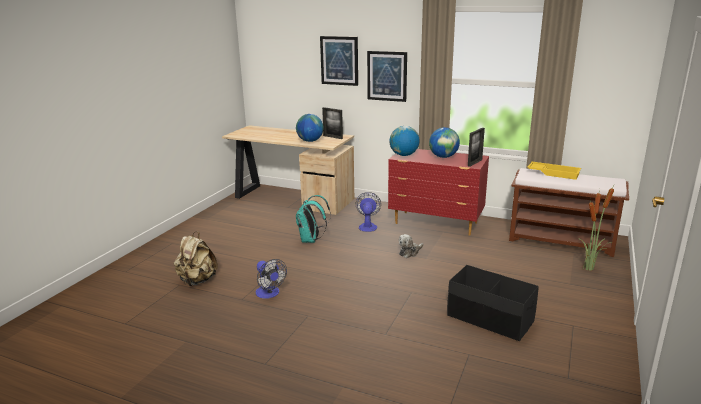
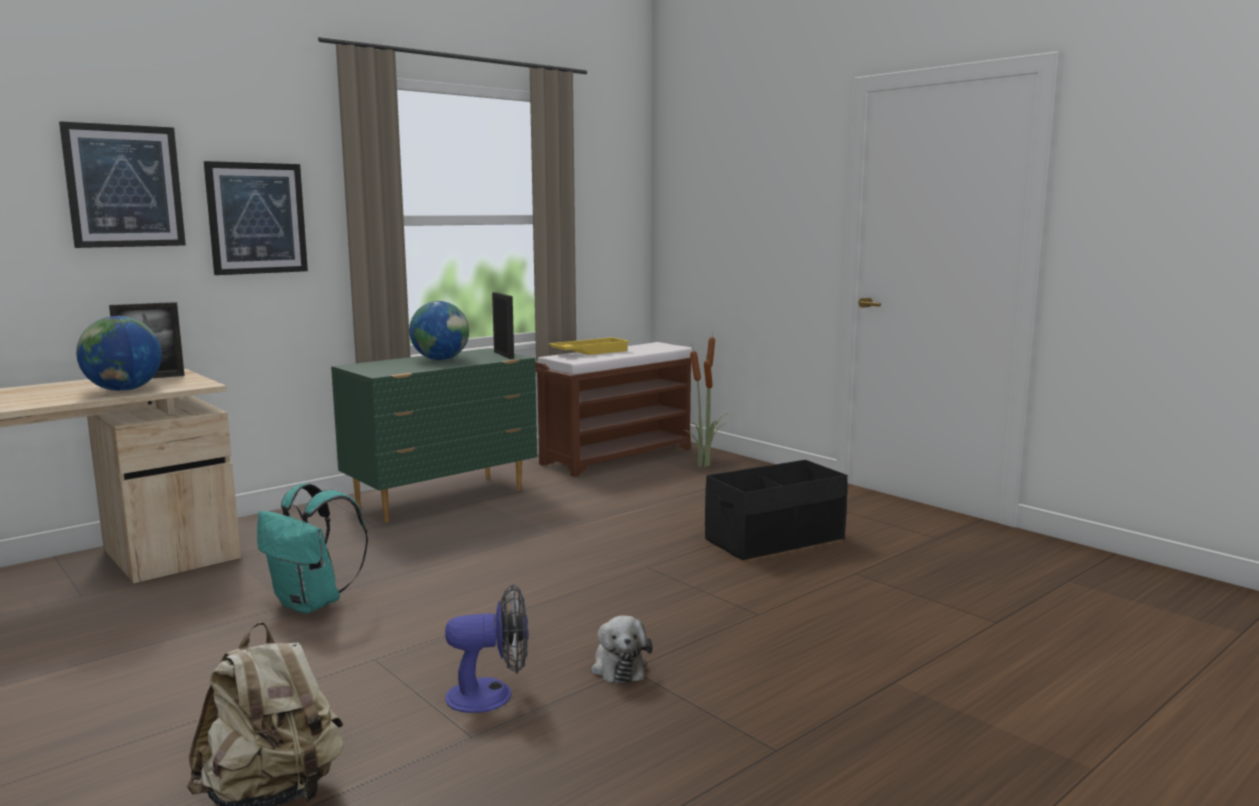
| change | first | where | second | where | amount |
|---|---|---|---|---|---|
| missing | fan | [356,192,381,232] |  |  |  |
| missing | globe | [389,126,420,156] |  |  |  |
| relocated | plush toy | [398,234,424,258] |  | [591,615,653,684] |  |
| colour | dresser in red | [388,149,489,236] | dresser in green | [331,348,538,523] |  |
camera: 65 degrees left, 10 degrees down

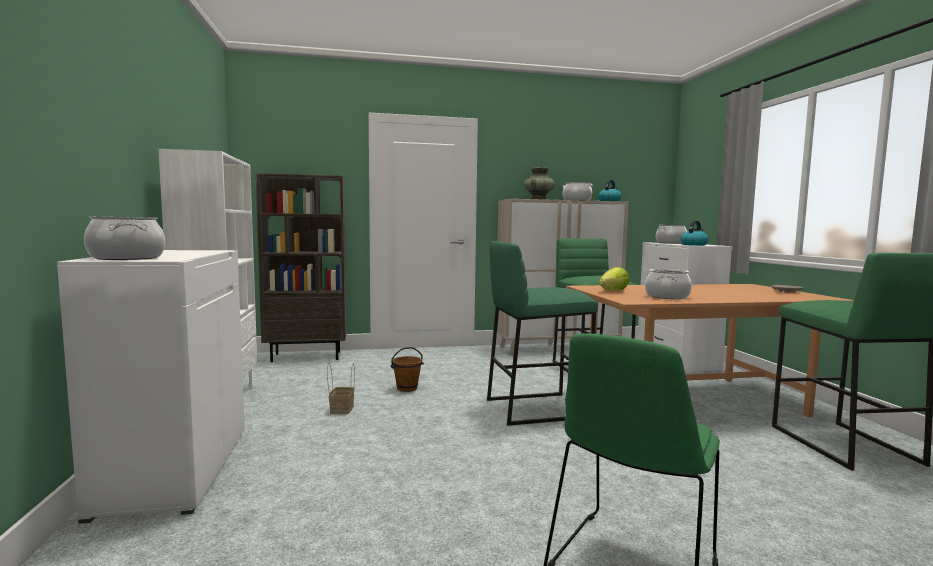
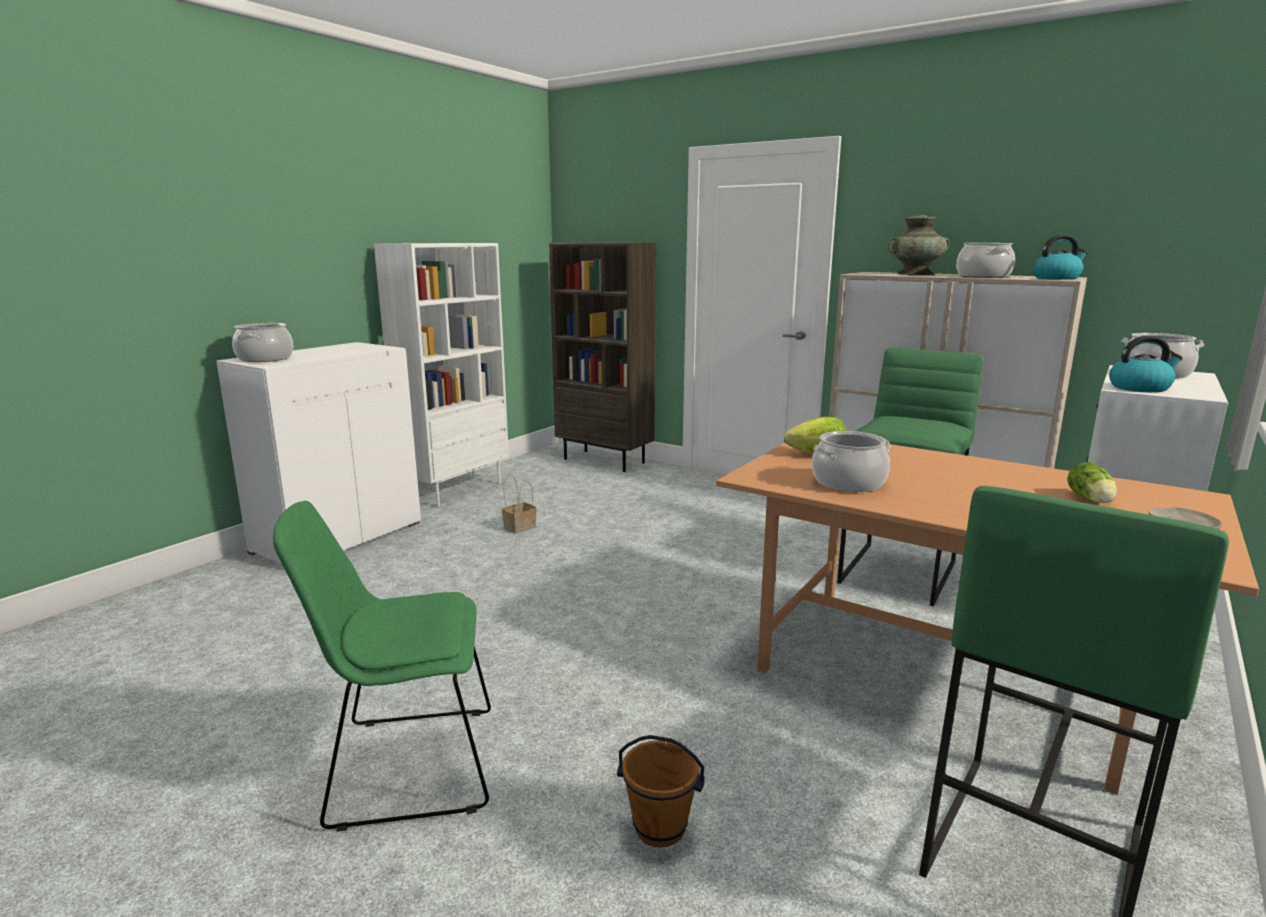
| change | first | where | second | where | amount |
|---|---|---|---|---|---|
| missing | stool in green | [487,241,598,426] |  |  |  |
| appeared |  |  | lettuce | [1067,462,1117,503] |  |
| relocated | bucket in brown | [390,347,424,392] |  | [617,735,705,847] |  |
camera: 45 degrees right, 10 degrees up

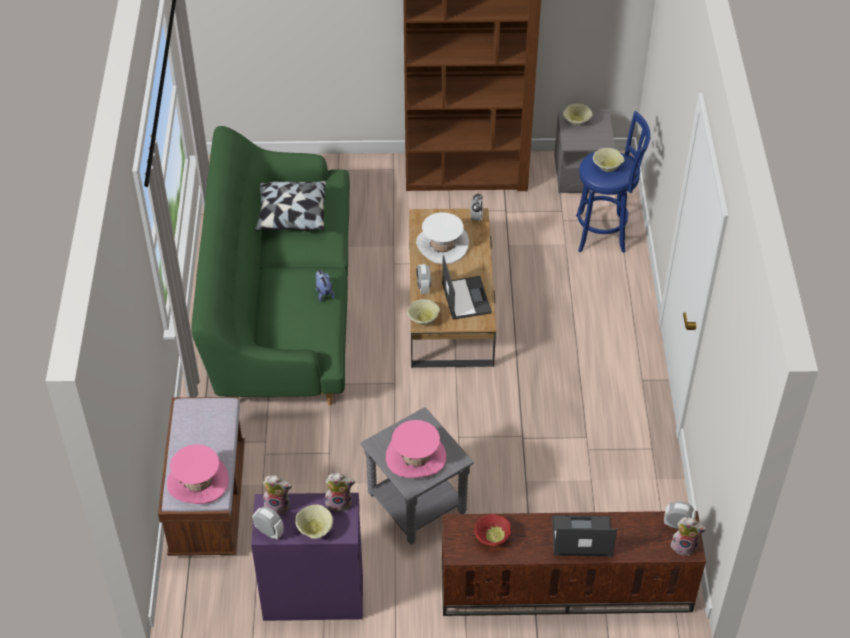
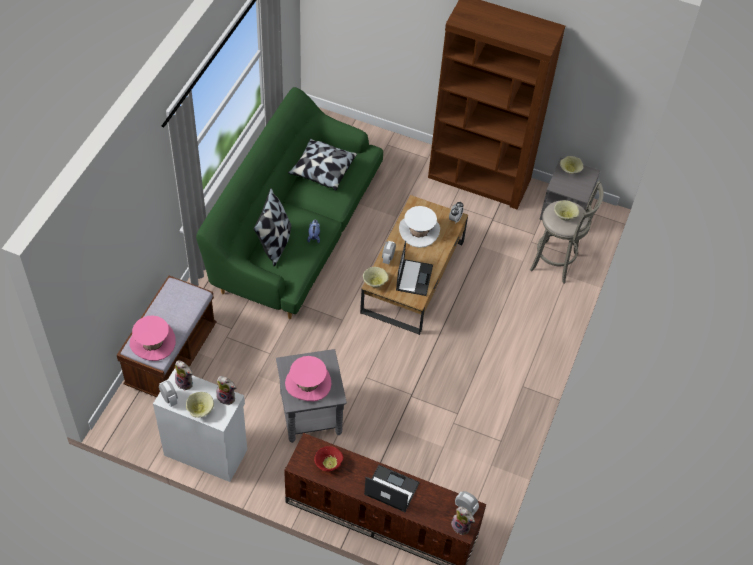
| change | first | where | second | where | amount |
|---|---|---|---|---|---|
| appeared |  |  | pillow | [254,188,291,266] |  |
| colour | cabinet in purple | [251,493,363,621] | cabinet in white | [153,368,247,482] |  |
| colour | stool in blue | [576,111,651,253] | stool in grey | [530,181,604,284] |  |
camera: 20 degrees right, 5 degrees up

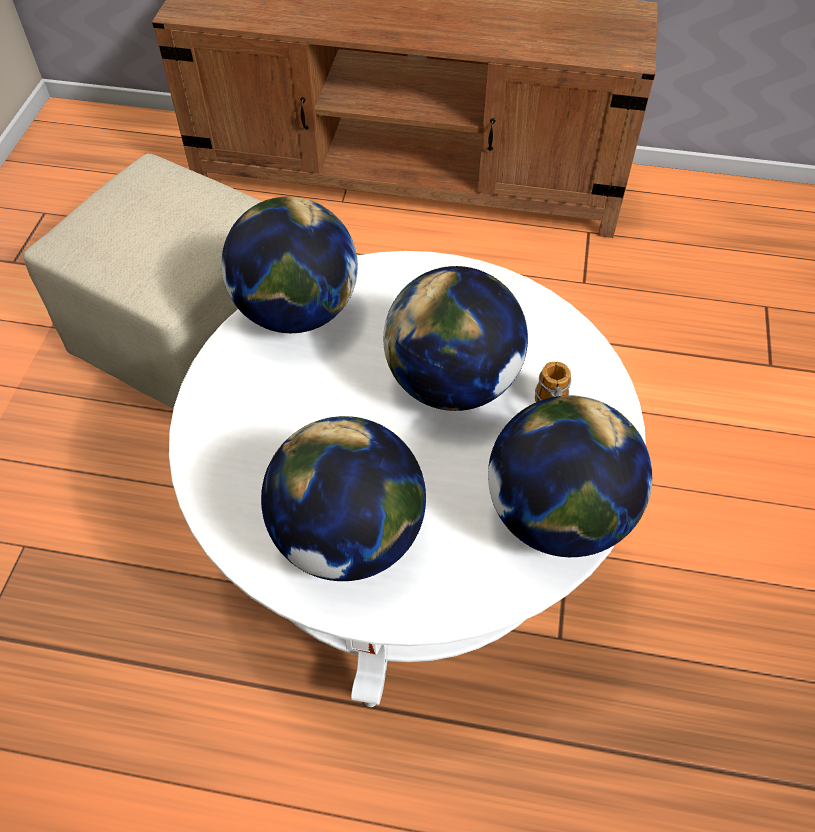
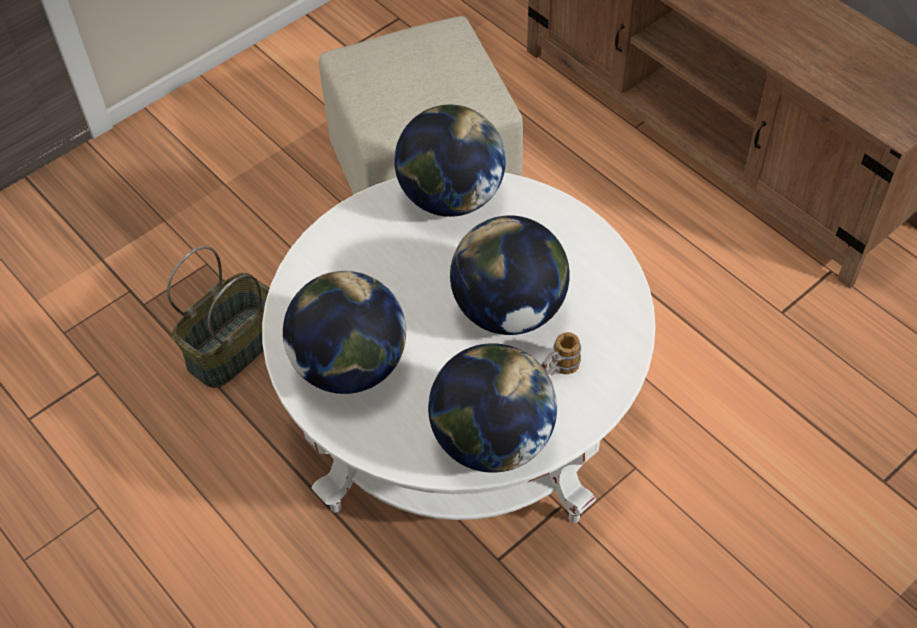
| change | first | where | second | where | amount |
|---|---|---|---|---|---|
| appeared |  |  | basket | [167,246,270,388] |  |
camera: 40 degrees right, 0 degrees up

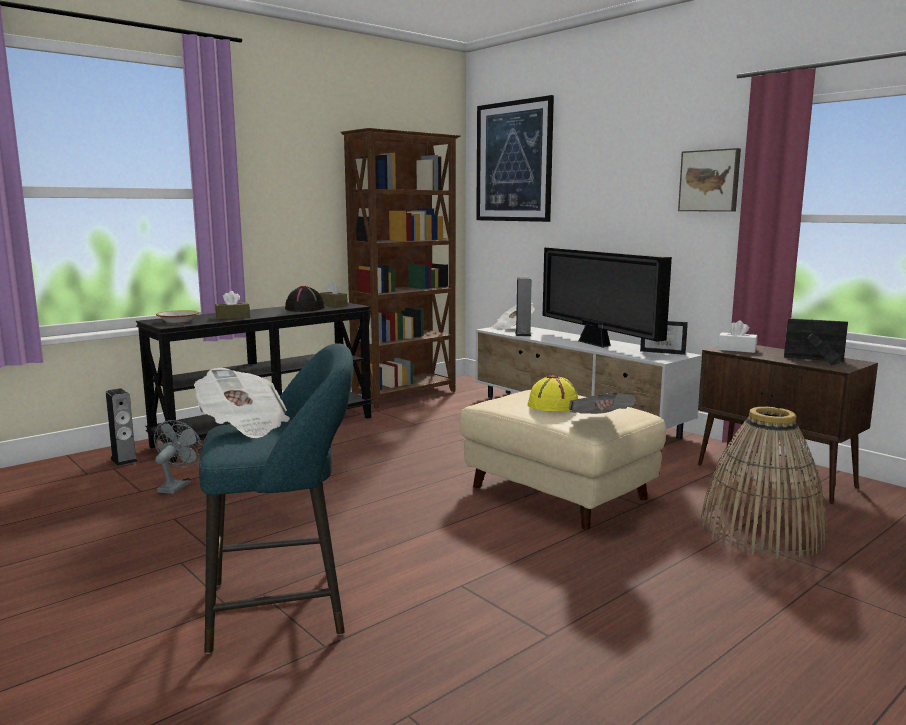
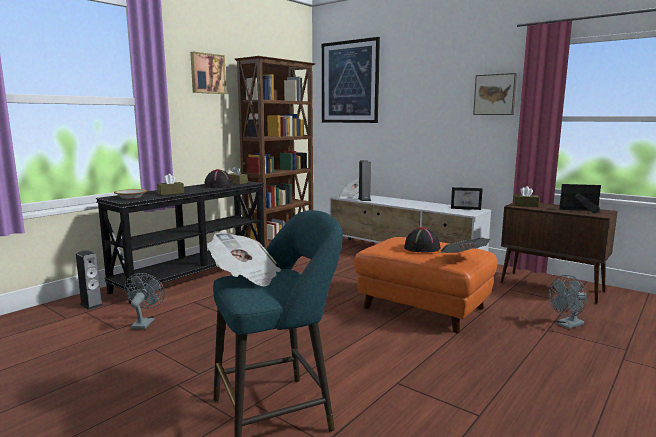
| change | first | where | second | where | amount |
|---|---|---|---|---|---|
| missing | television | [543,247,672,348] |  |  |  |
| appeared |  |  | picture | [190,52,226,94] |  |
| exchanged | basket | [700,407,827,559] | fan in grey | [549,275,587,329] |  |
| colour | ottoman in beige | [460,390,666,530] | ottoman in orange | [354,237,497,333] |  |
| colour | hat in yellow | [528,375,578,412] | hat in black | [404,227,440,253] |  |
| colour | tissue box in white | [718,320,757,353] | tissue box in brown | [513,186,539,207] |  |
camera: 10 degrees left, 0 degrees up

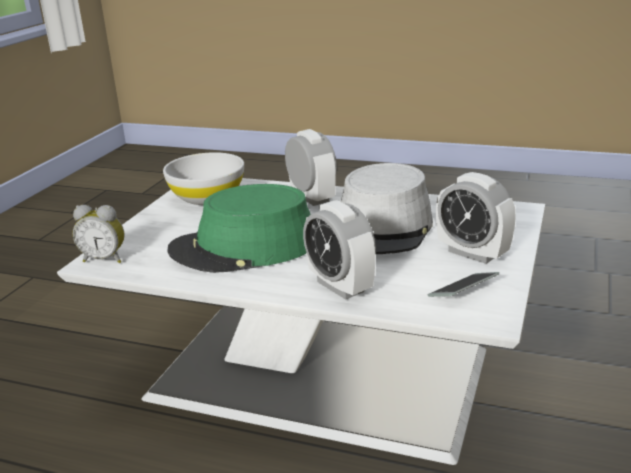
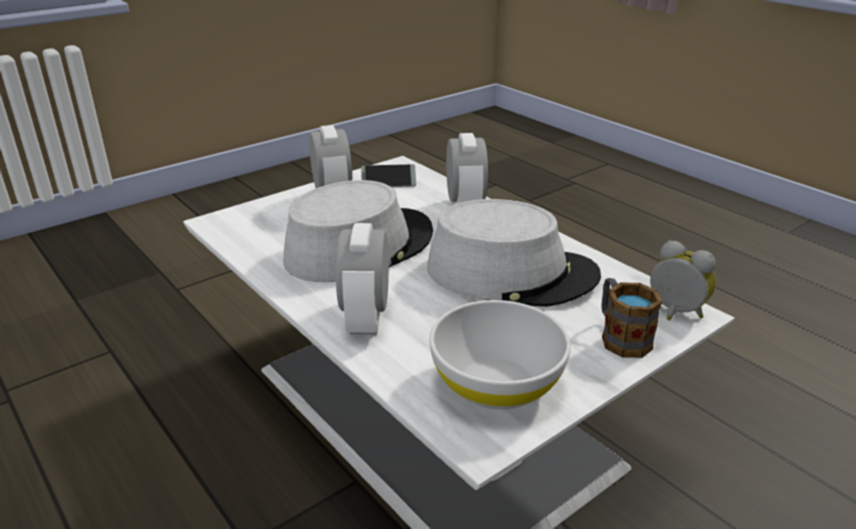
| change | first | where | second | where | amount |
|---|---|---|---|---|---|
| appeared |  |  | mug | [601,278,662,358] |  |
| colour | hat in green | [167,184,311,273] | hat in grey | [427,199,601,307] |  |
camera: 150 degrees left, 5 degrees up

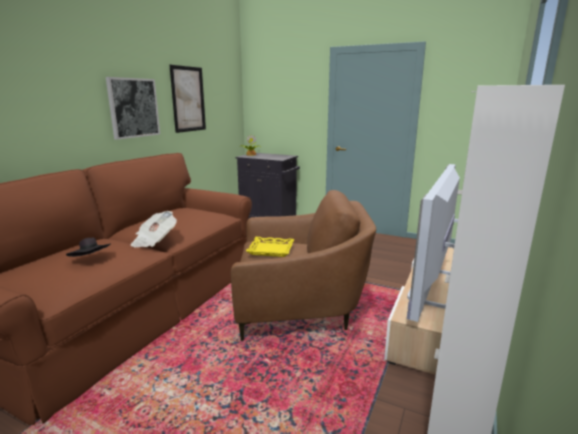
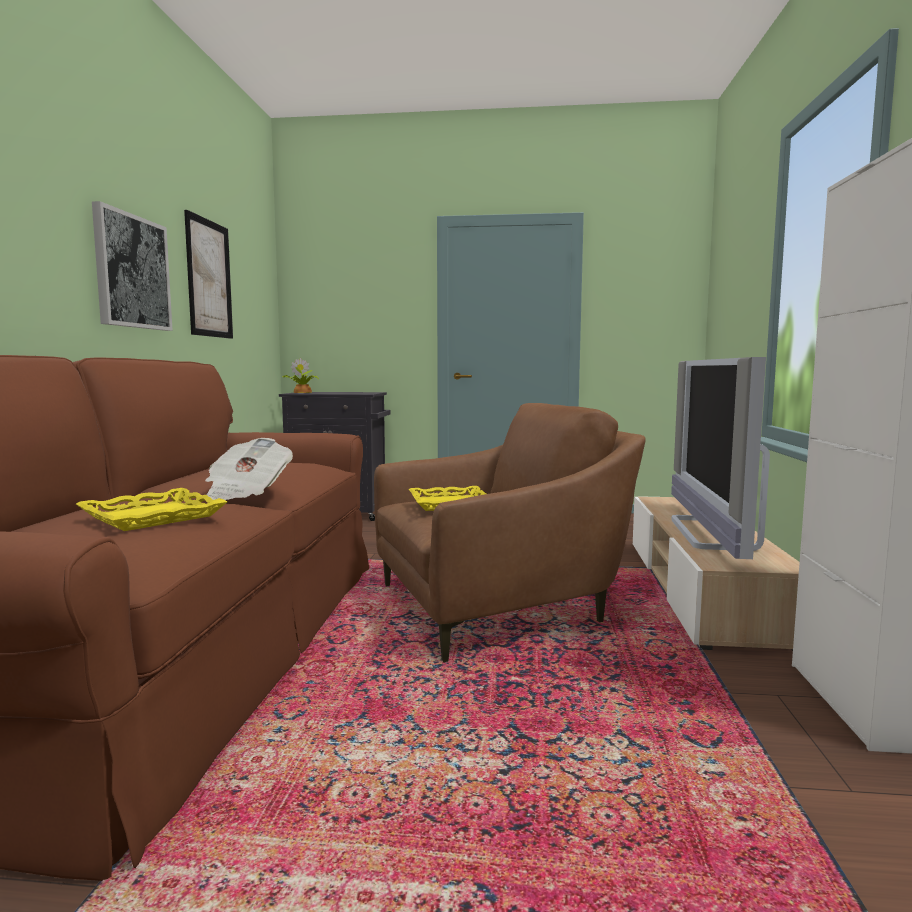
| change | first | where | second | where | amount |
|---|---|---|---|---|---|
| exchanged | hat in black | [66,238,110,257] | tray in yellow | [76,488,228,531] |  |
camera: 20 degrees left, 10 degrees down

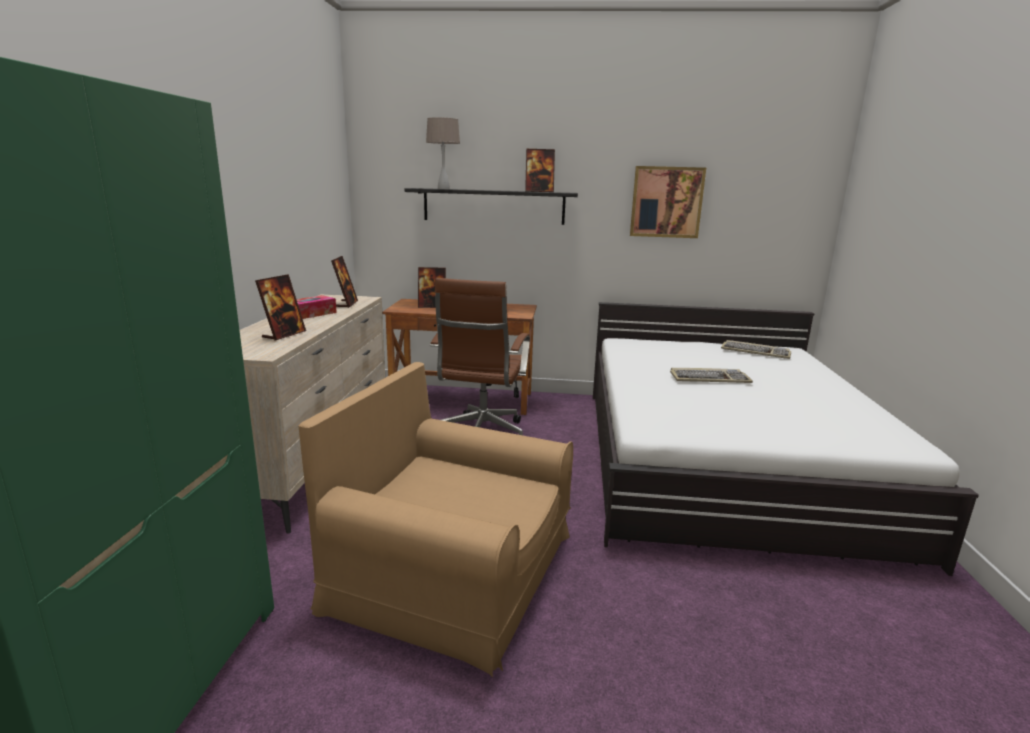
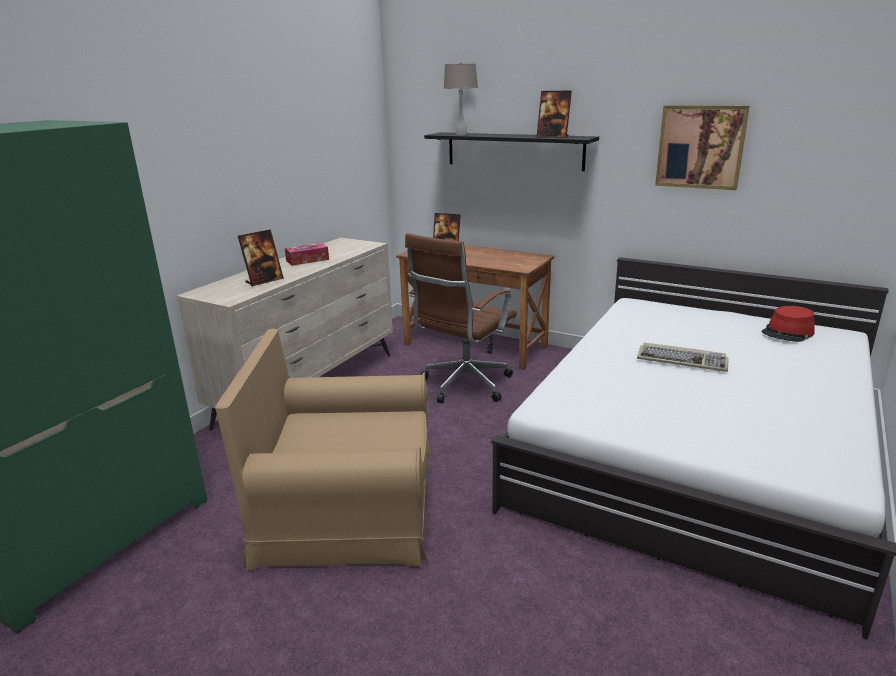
| change | first | where | second | where | amount |
|---|---|---|---|---|---|
| missing | picture frame | [331,256,358,308] |  |  |  |
| exchanged | keyboard | [721,340,791,359] | hat in red | [762,306,815,342] |  |
| spun | armchair in brown | [299,362,573,678] |  | [215,329,431,571] | 45 degrees counterclockwise |
camera: 25 degrees right, 5 degrees up

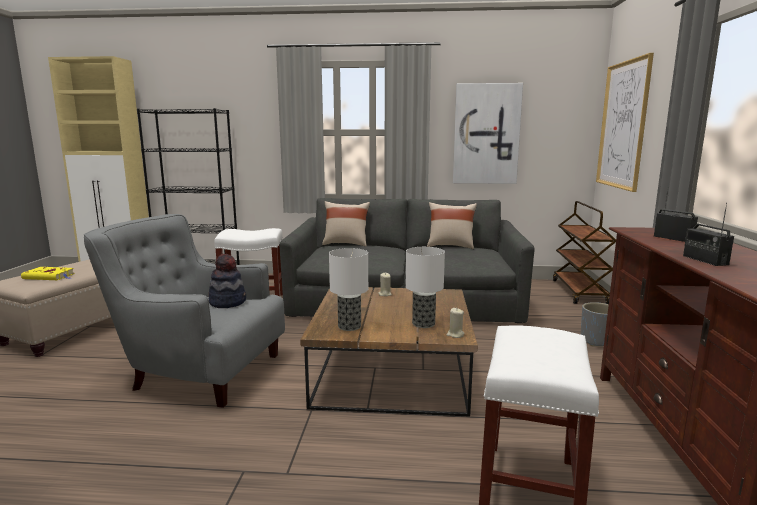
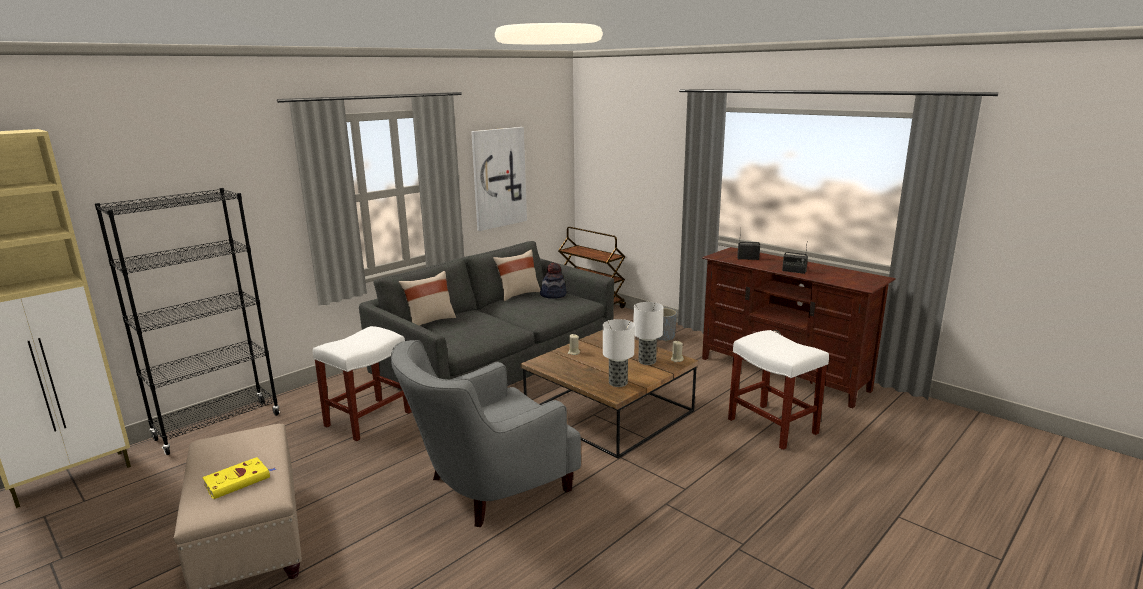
| change | first | where | second | where | amount |
|---|---|---|---|---|---|
| missing | picture | [596,53,654,192] |  |  |  |
| relocated | hat | [209,254,246,308] |  | [540,263,567,299] |  |
camera: 50 degrees left, 5 degrees up

